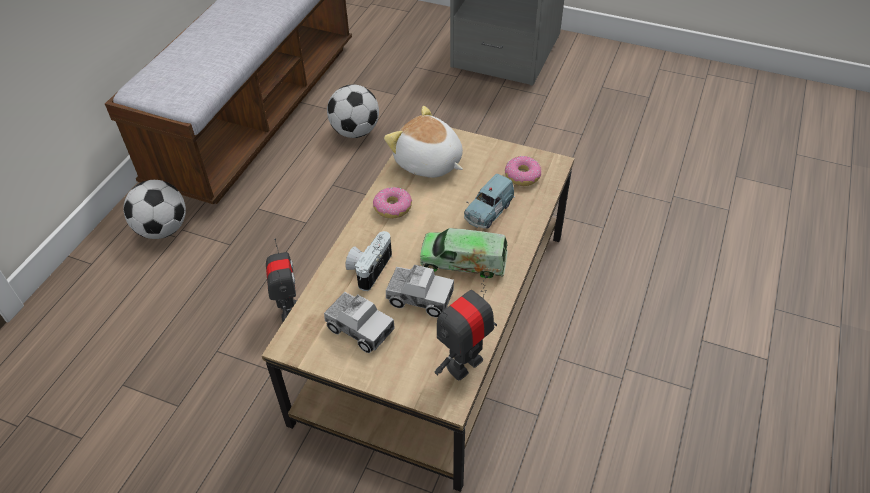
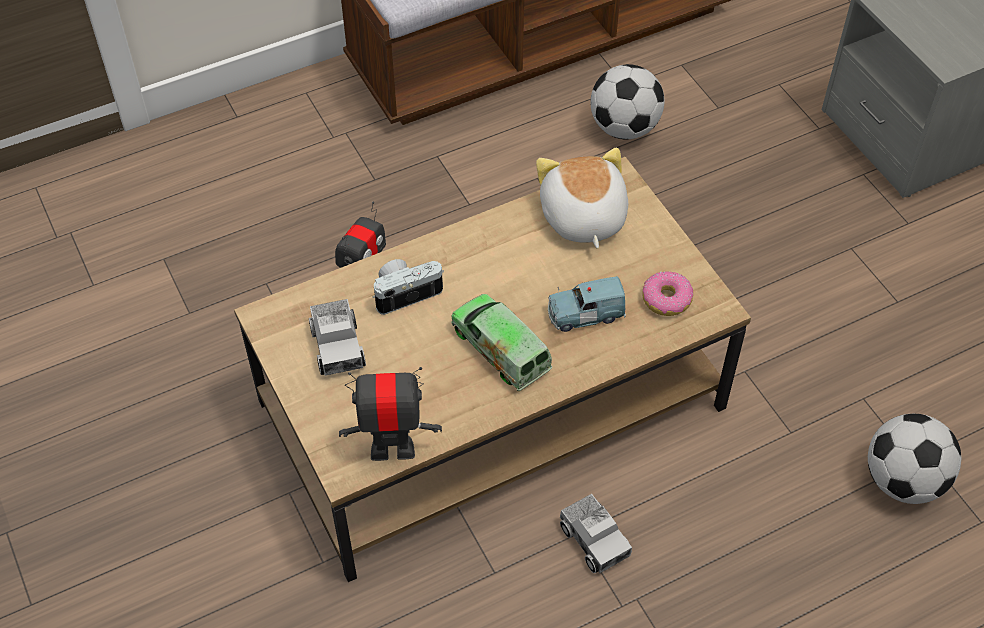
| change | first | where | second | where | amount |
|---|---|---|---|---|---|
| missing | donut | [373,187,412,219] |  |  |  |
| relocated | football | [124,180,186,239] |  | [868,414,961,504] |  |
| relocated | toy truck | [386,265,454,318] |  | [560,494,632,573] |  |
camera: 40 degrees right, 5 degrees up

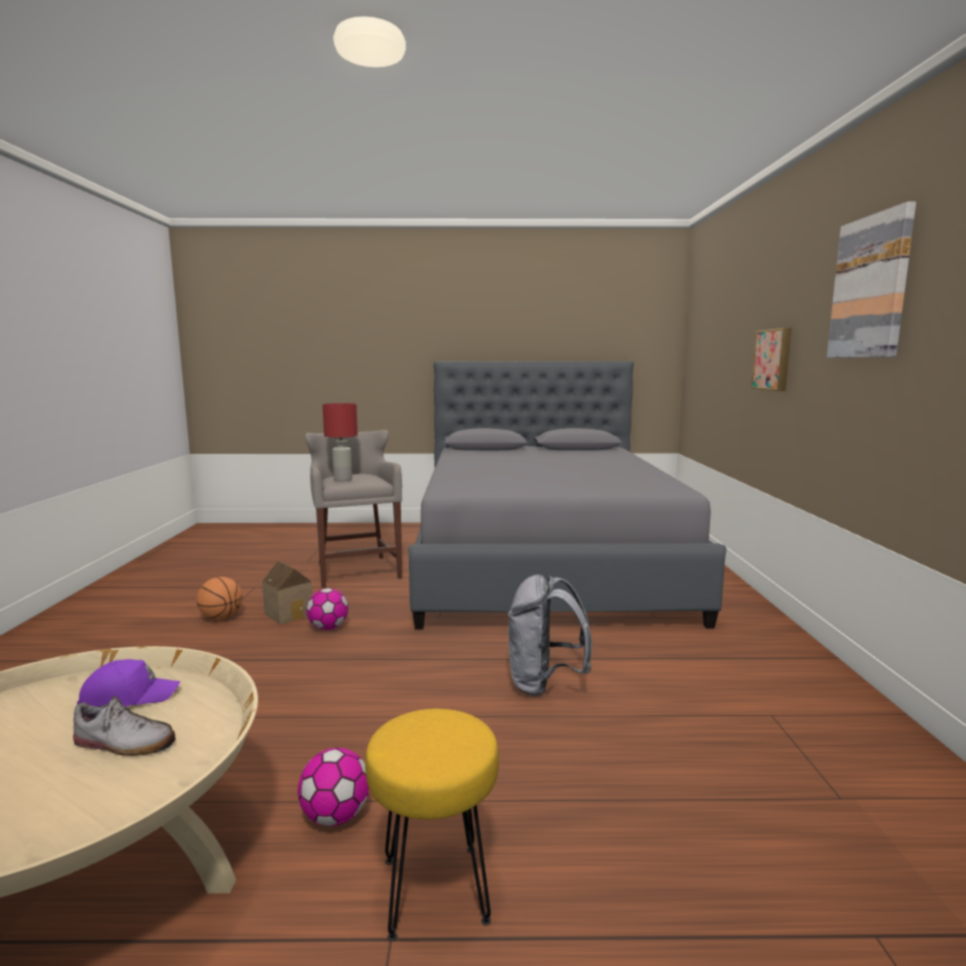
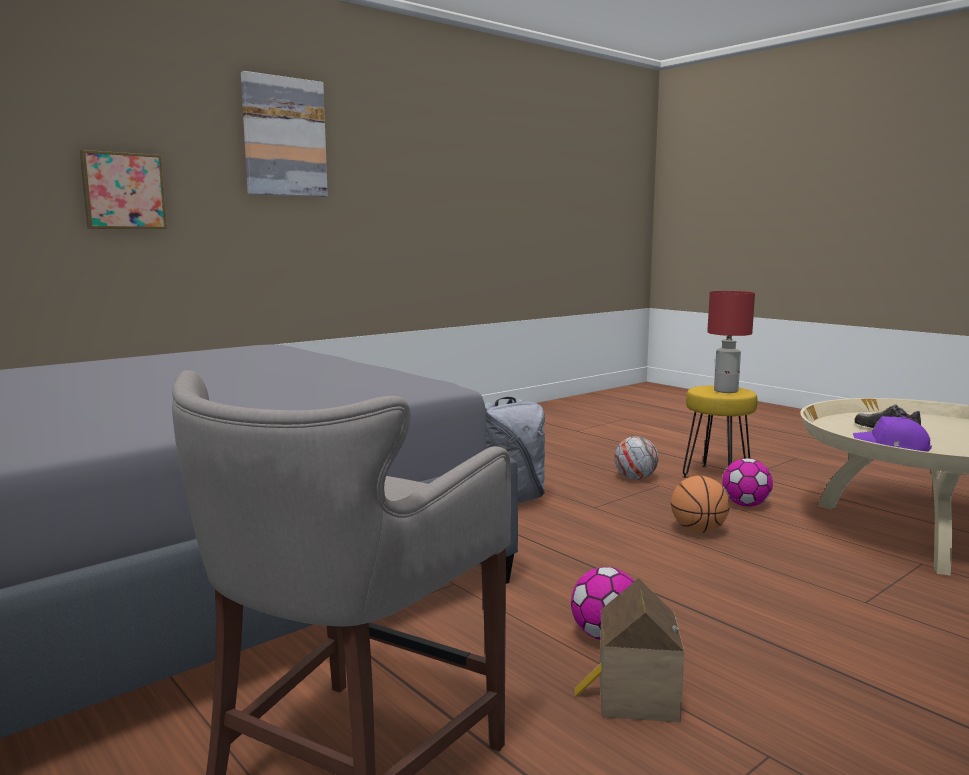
| change | first | where | second | where | amount |
|---|---|---|---|---|---|
| appeared |  |  | football | [615,436,658,480] |  |
| relocated | basketball | [196,577,243,620] |  | [671,475,730,533] |  |
| relocated | table lamp in red | [323,403,358,481] |  | [707,291,755,393] |  |
camera: 130 degrees left, 0 degrees up

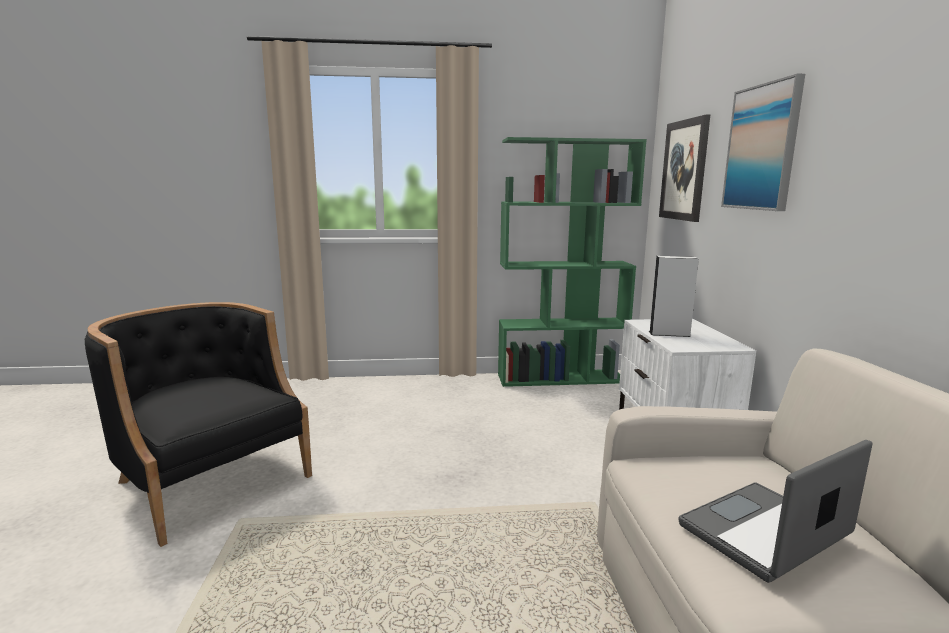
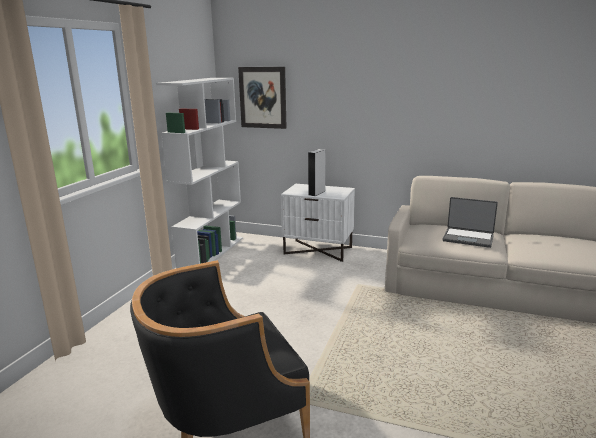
| change | first | where | second | where | amount |
|---|---|---|---|---|---|
| missing | picture | [721,74,805,211] |  |  |  |
| colour | bookcase in green | [498,137,647,387] | bookcase in white | [156,78,243,268] |  |
| spun | laptop | [678,440,872,583] |  | [442,197,498,248] | 60 degrees counterclockwise |
camera: 65 degrees left, 5 degrees up

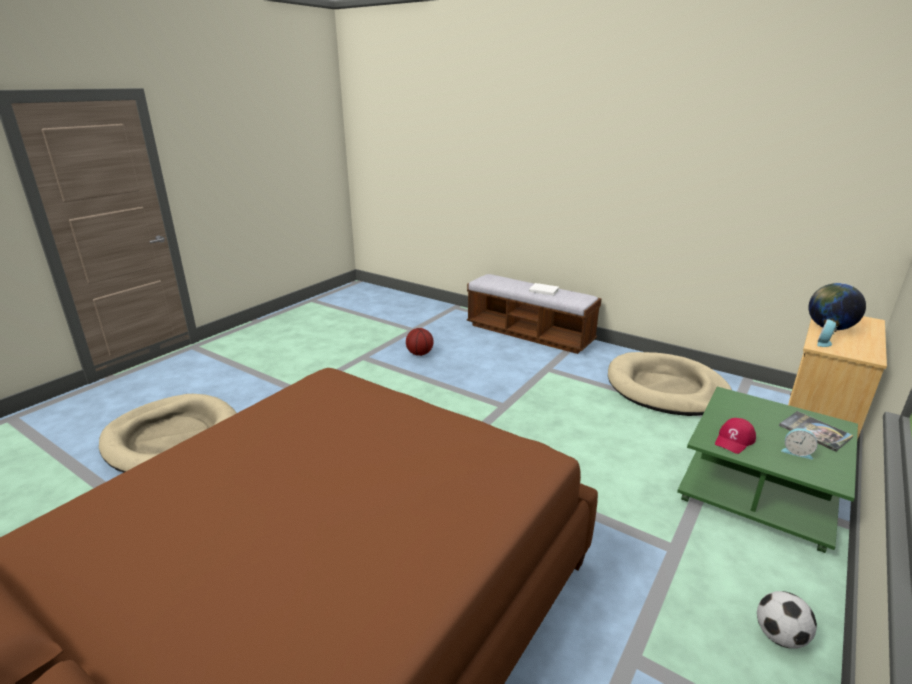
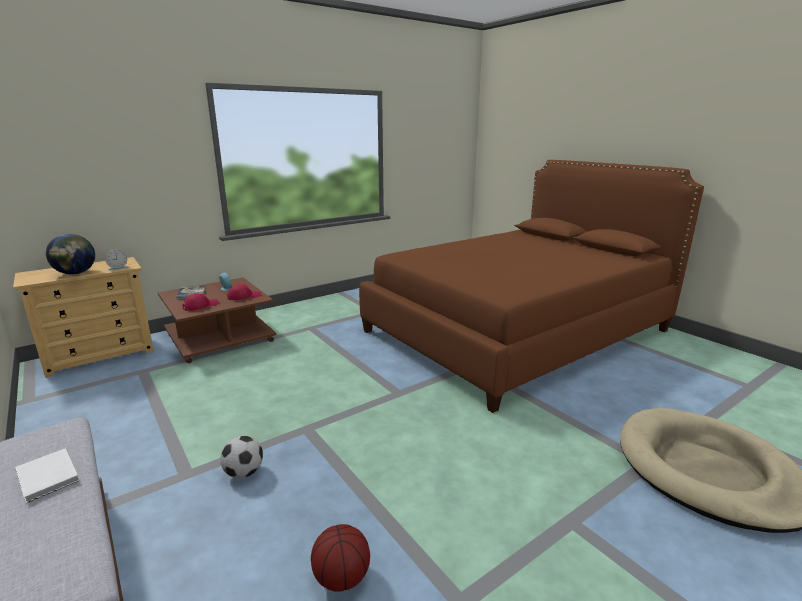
| change | first | where | second | where | amount |
|---|---|---|---|---|---|
| missing | dog bed in beige | [608,352,732,416] |  |  |  |
| appeared |  |  | cap in red | [182,293,219,311] |  |
| relocated | football | [757,591,817,649] |  | [220,435,263,478] |  |
| colour | coffee table in green | [677,387,858,553] | coffee table in brown | [158,278,276,363] |  |
camera: 160 degrees left, 5 degrees down

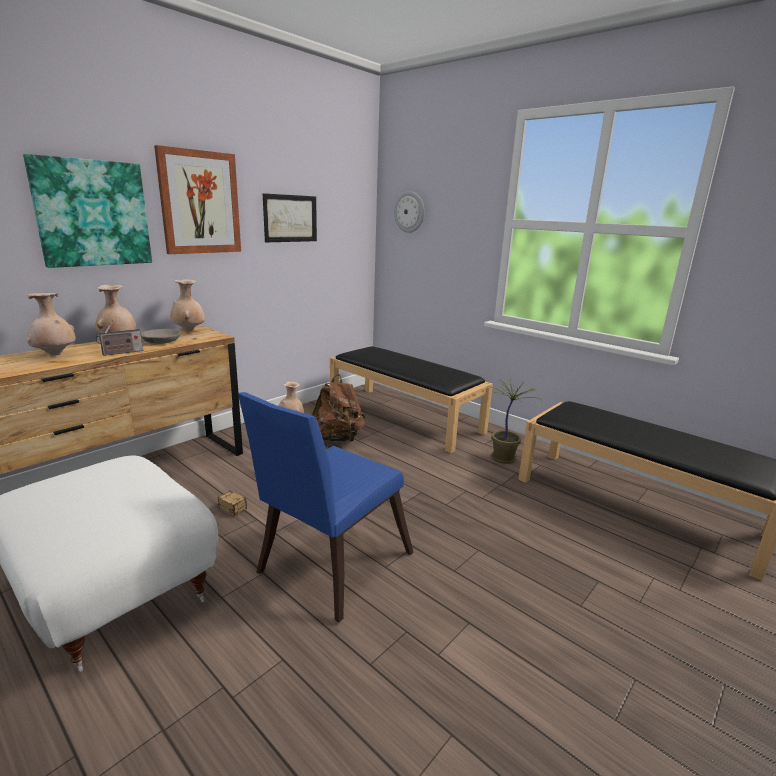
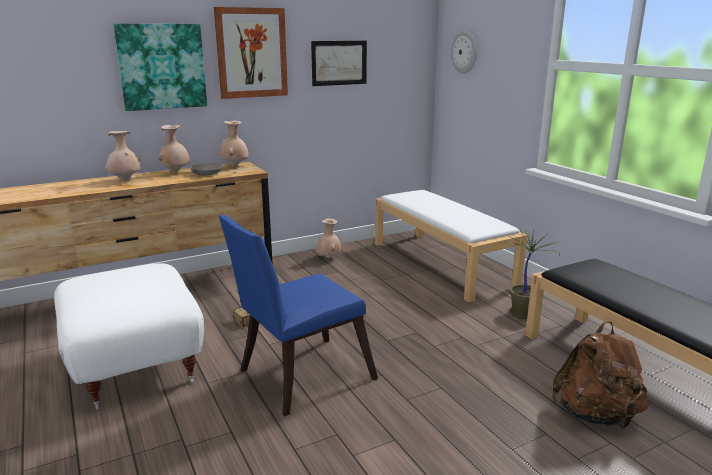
| change | first | where | second | where | amount |
|---|---|---|---|---|---|
| missing | radio | [95,321,143,356] |  |  |  |
| relocated | backpack in brown | [312,374,365,442] |  | [552,321,649,429] |  |
| colour | bench in black | [330,346,493,453] | bench in white | [375,190,527,302] |  |
camera: 20 degrees right, 0 degrees up

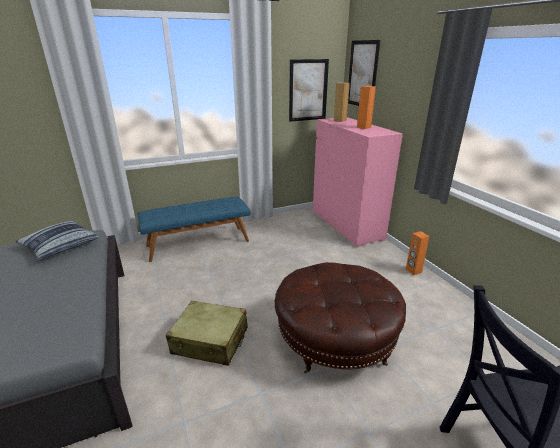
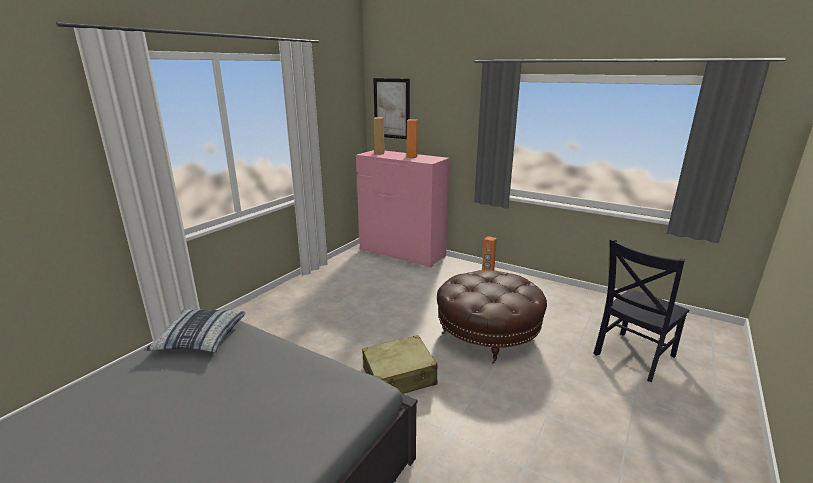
| change | first | where | second | where | amount |
|---|---|---|---|---|---|
| missing | bench in blue | [138,197,251,262] |  |  |  |
| missing | picture | [289,59,329,122] |  |  |  |
camera: 35 degrees left, 5 degrees down

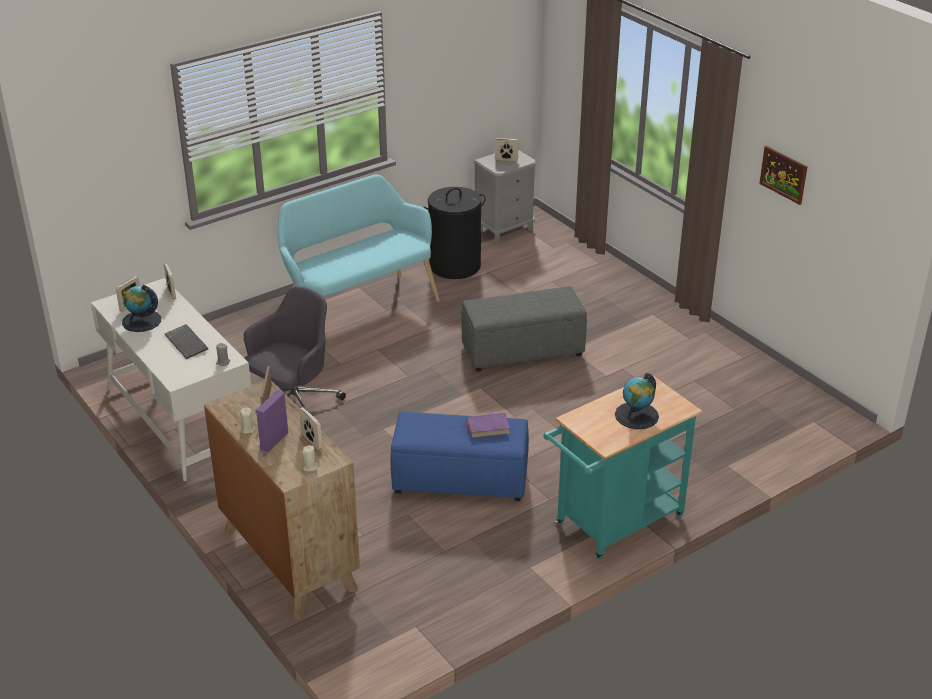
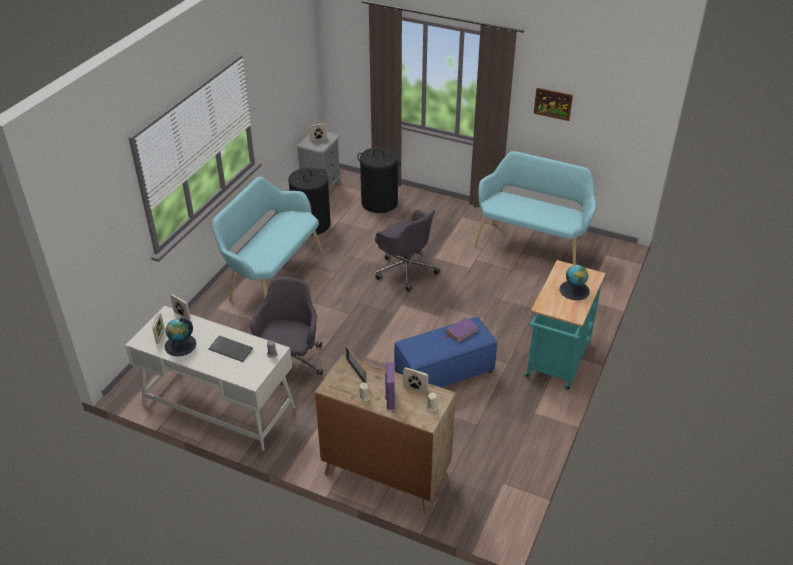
| change | first | where | second | where | amount |
|---|---|---|---|---|---|
| appeared |  |  | laundry basket in black | [357,147,402,213] |  |
| appeared |  |  | bench in turquoise | [474,151,596,265] |  |
| exchanged | ottoman in grey | [461,286,587,372] | office chair in grey | [375,210,440,292] |  |
camera: 30 degrees left, 5 degrees up

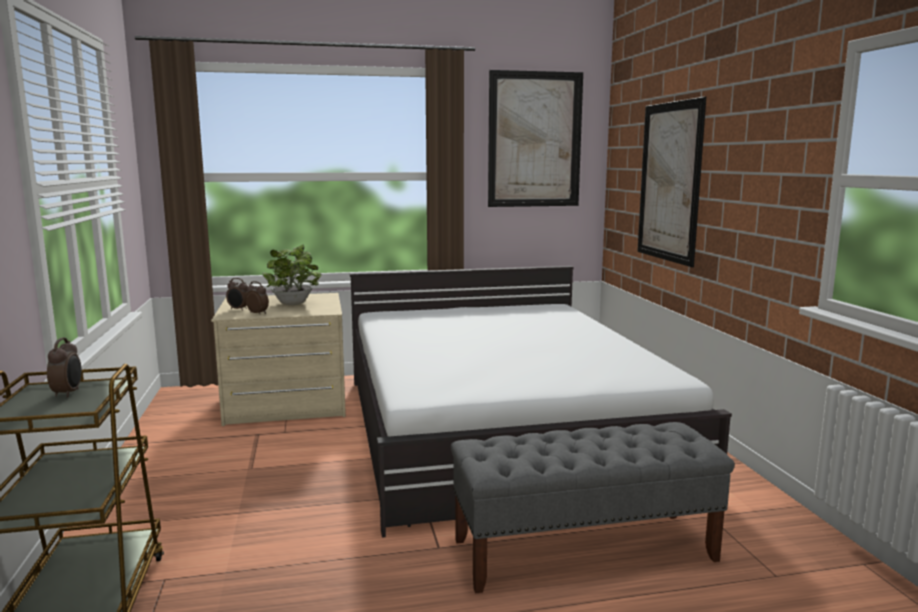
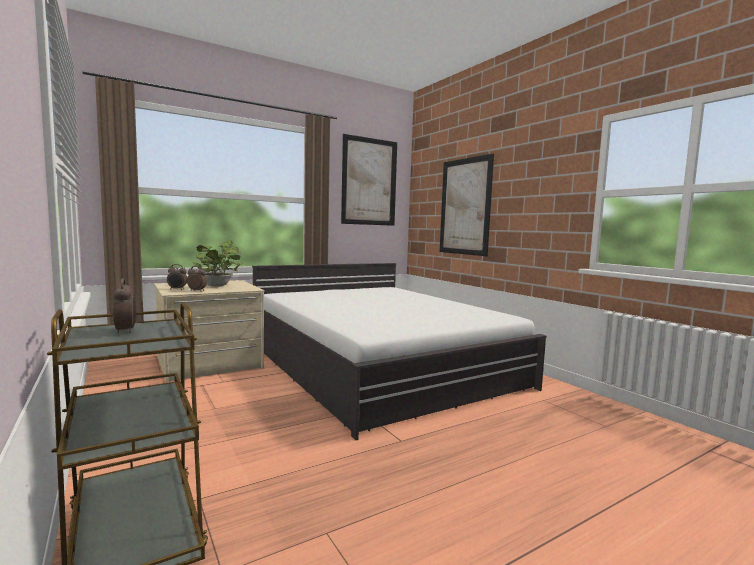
| change | first | where | second | where | amount |
|---|---|---|---|---|---|
| missing | bench in grey | [451,422,735,594] |  |  |  |
camera: 20 degrees left, 5 degrees down

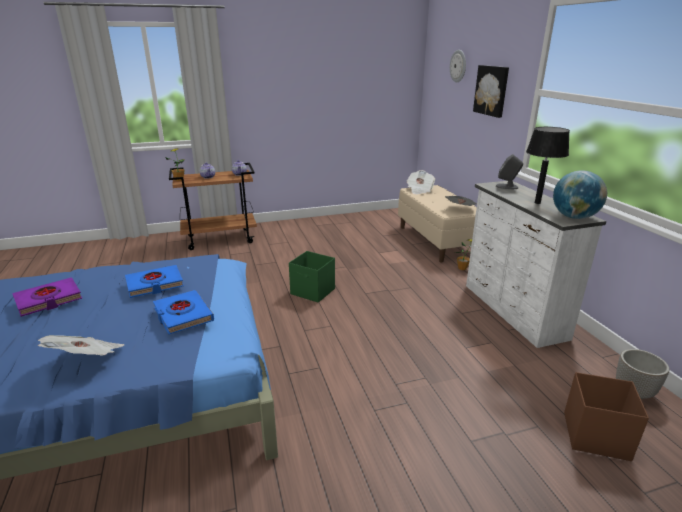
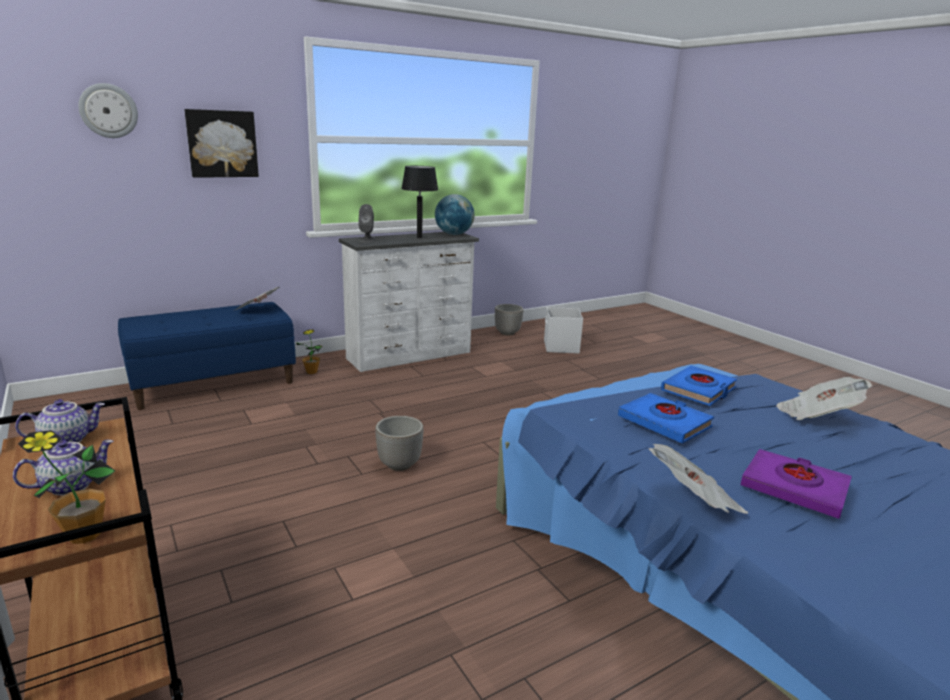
| change | first | where | second | where | amount |
|---|---|---|---|---|---|
| relocated | newspaper | [406,170,435,194] |  | [648,444,748,514] |  |
| exchanged | storage box in green | [289,251,335,303] | planter | [375,416,424,471] |  |
| colour | bench in beige | [398,185,477,262] | bench in blue | [118,302,296,410] |  |
| colour | storage box in brown | [564,372,649,461] | storage box in white | [544,307,583,354] |  |
camera: 105 degrees left, 5 degrees down

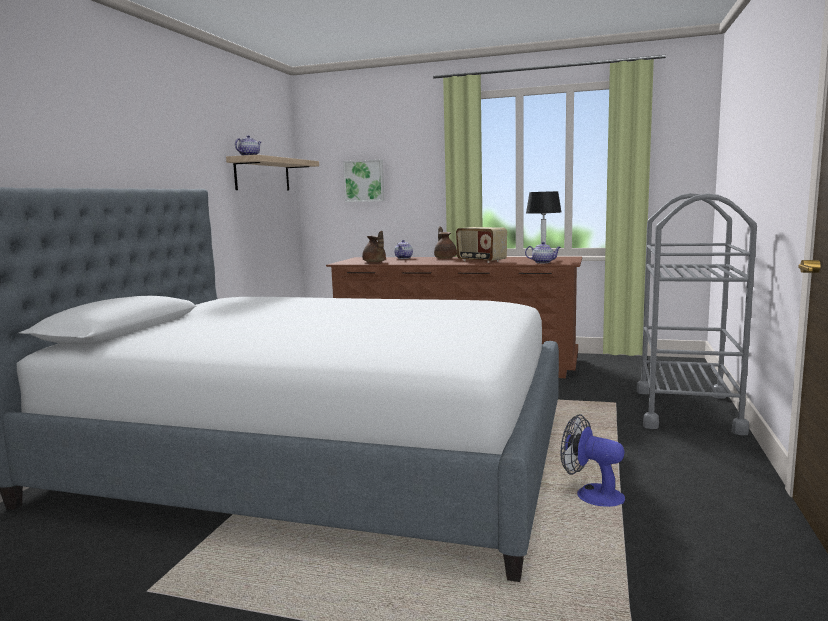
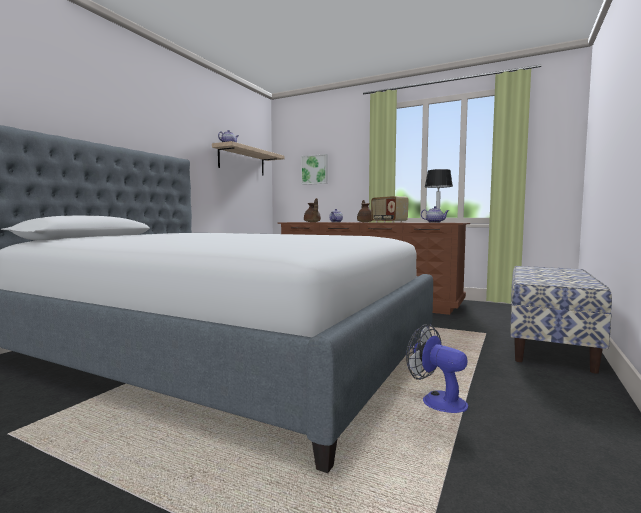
| change | first | where | second | where | amount |
|---|---|---|---|---|---|
| exchanged | cart in grey | [637,193,757,435] | bench | [510,266,612,374] |  |
camera: 10 degrees right, 5 degrees down

